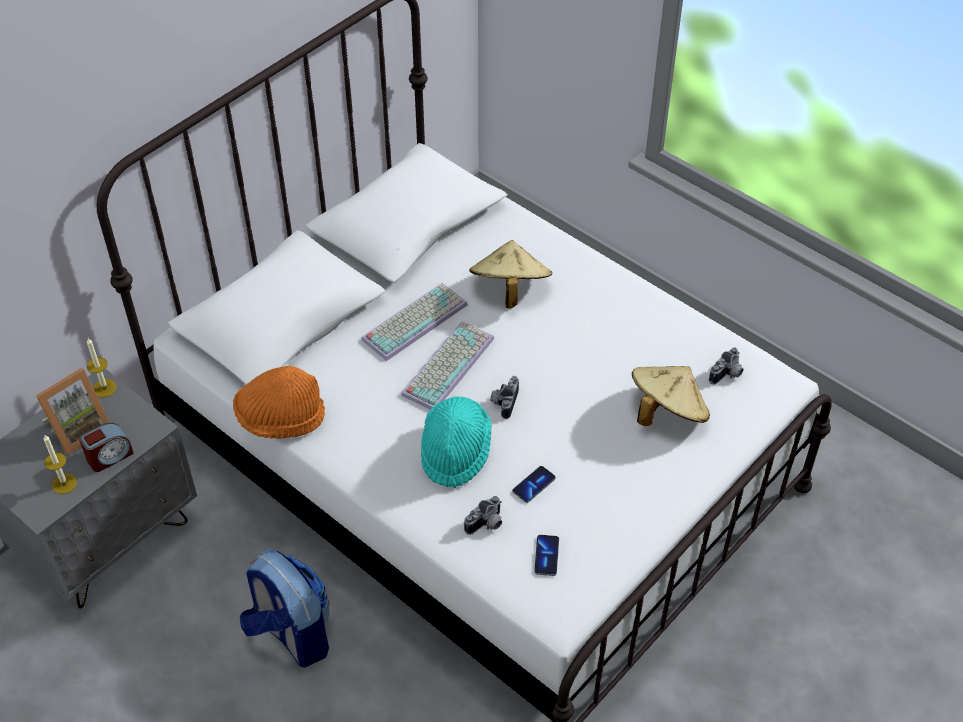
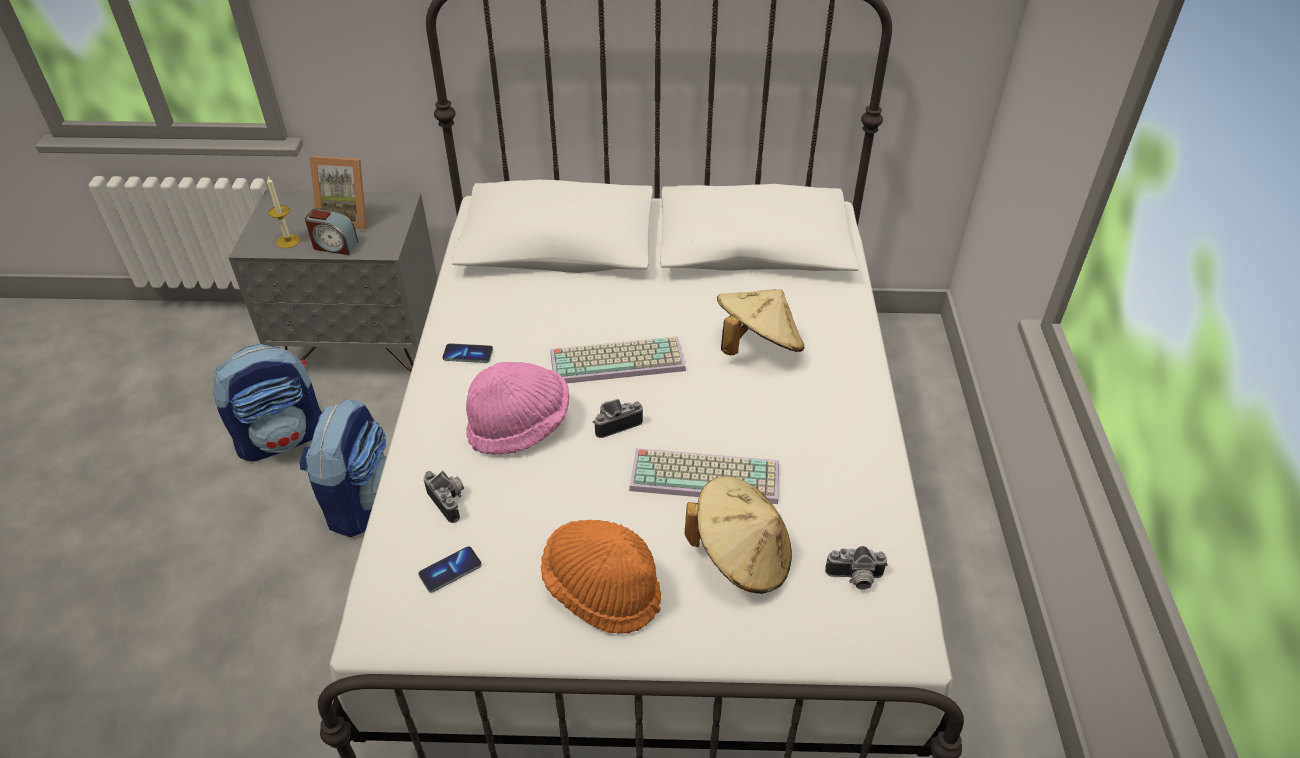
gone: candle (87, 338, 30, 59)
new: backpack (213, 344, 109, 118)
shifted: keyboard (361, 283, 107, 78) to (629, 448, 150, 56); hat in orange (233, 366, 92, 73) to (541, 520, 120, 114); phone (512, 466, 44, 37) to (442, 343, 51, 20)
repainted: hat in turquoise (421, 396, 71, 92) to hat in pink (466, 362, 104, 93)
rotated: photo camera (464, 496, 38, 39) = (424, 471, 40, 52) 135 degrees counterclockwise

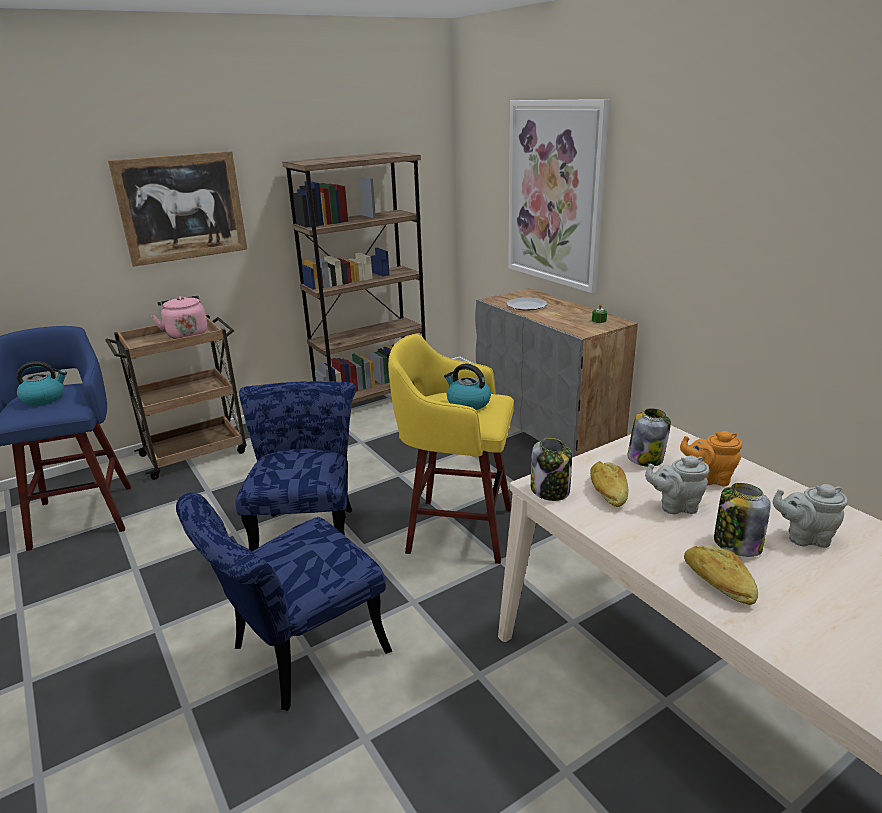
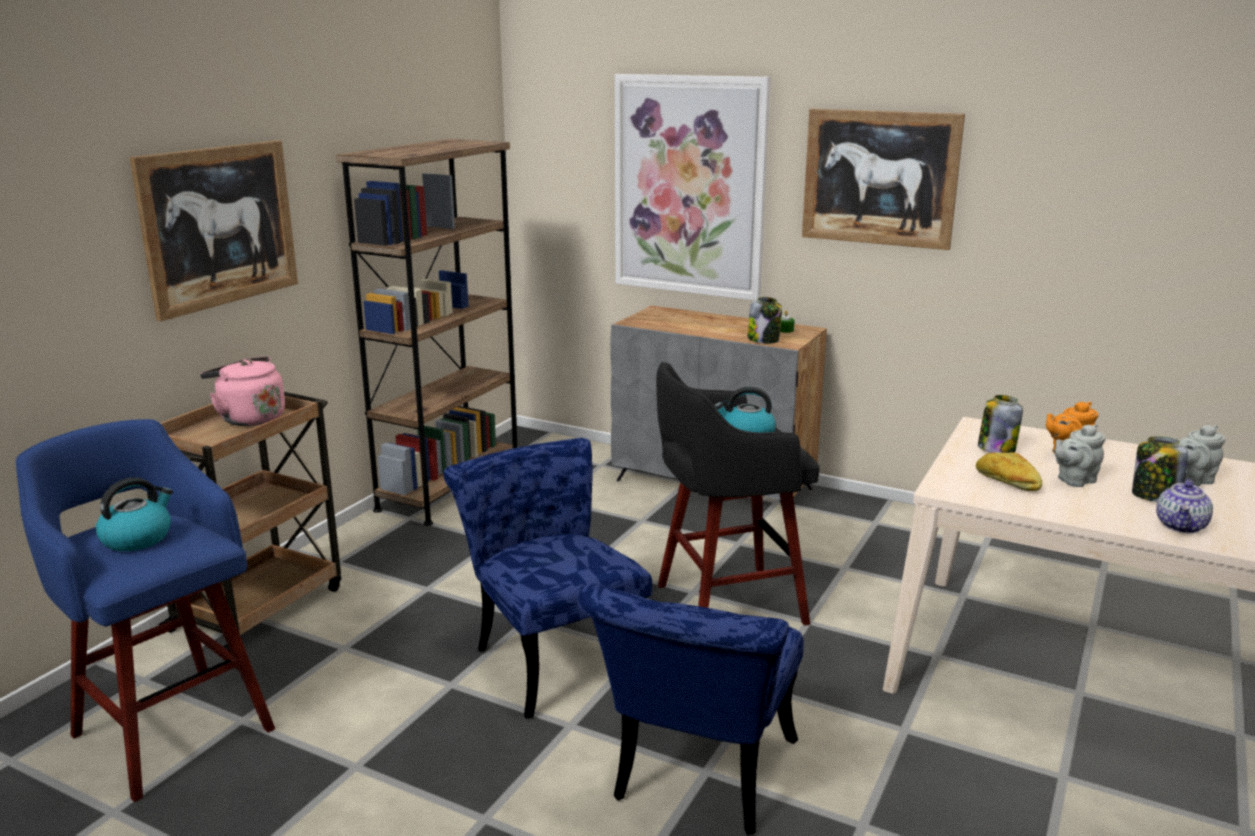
gone: plate (506, 297, 42, 14)
new: picture (802, 109, 163, 141)
shifted: jar (531, 438, 41, 63) to (747, 297, 35, 47)
swapped: bread (684, 545, 74, 60) to teapot (1156, 479, 57, 54)
repainted: stool in yellow (388, 334, 126, 230) to stool in black (656, 362, 164, 264)

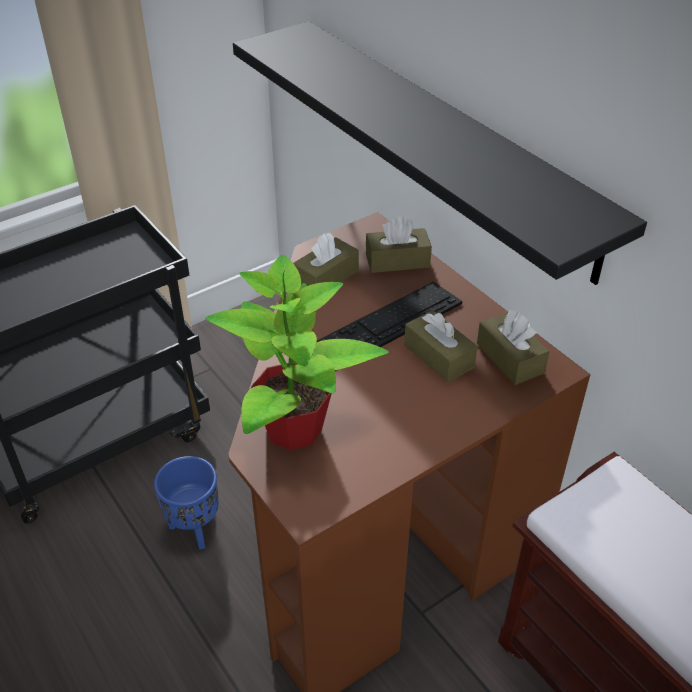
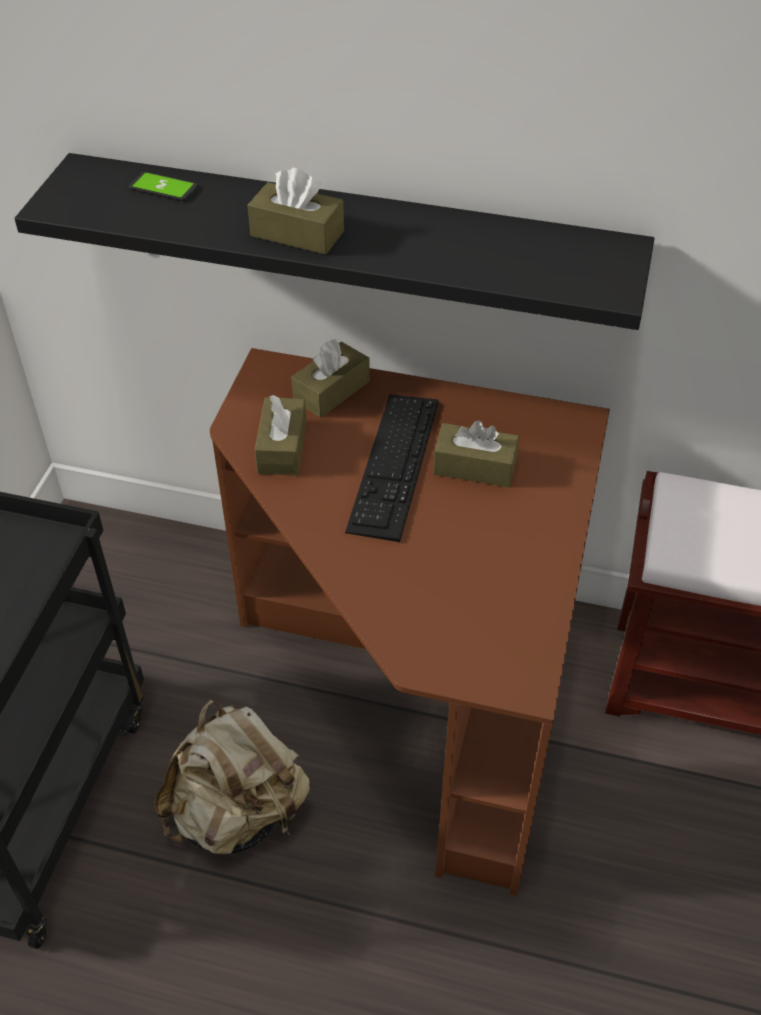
gone: potted plant (205, 255, 184, 195)
new: phone (129, 171, 69, 30)
shifted: tissue box in brown (477, 310, 73, 75) to (248, 168, 96, 87)
swapped: planter in blue (154, 456, 65, 94) to backpack in beige (154, 699, 156, 155)

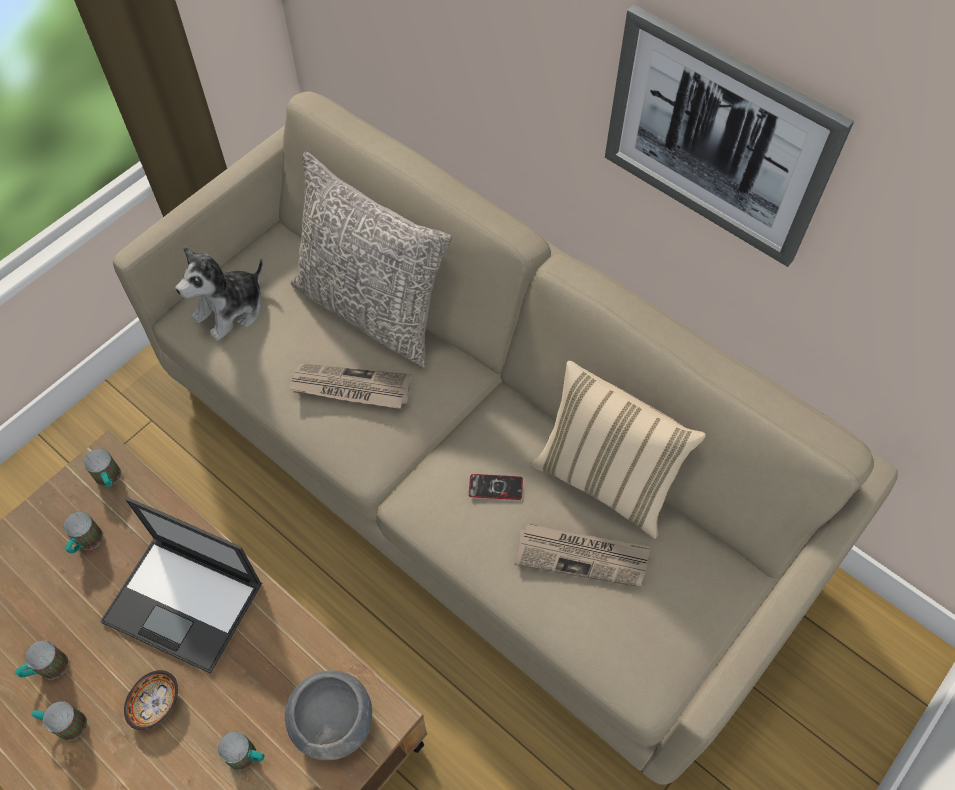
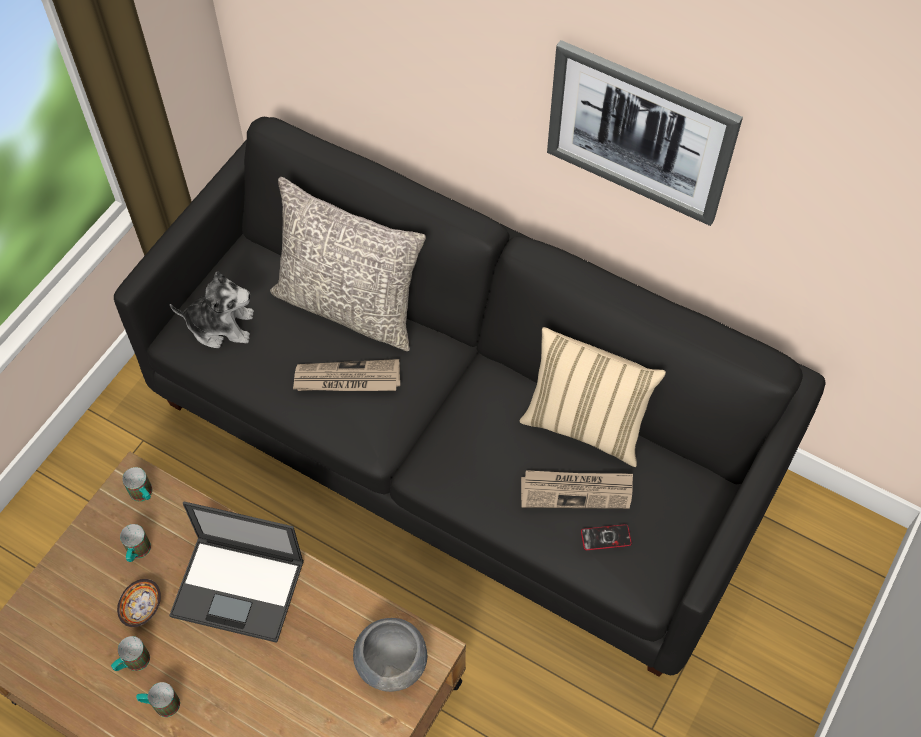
gone: mug (218, 731, 47, 39)
shifted: phone (469, 474, 54, 26) to (581, 524, 51, 26); bowl (124, 670, 54, 60) to (117, 579, 44, 48)
repainted: sofa in beige (113, 91, 785, 694) to sofa in black (114, 117, 712, 560)
rotated: plush toy (176, 247, 87, 94) = (170, 271, 84, 77) 120 degrees counterclockwise

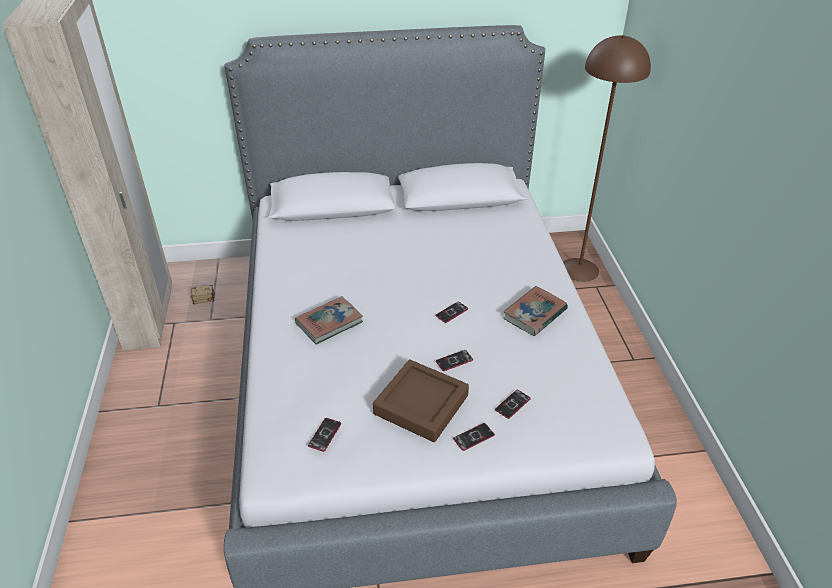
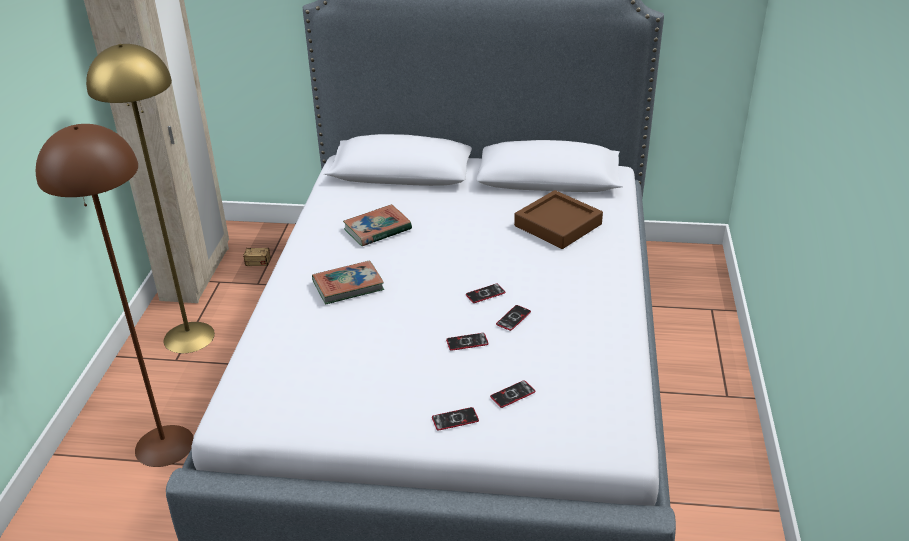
new: floor lamp in yellow (86, 44, 129, 309)
shifted: floor lamp in brown (563, 35, 88, 247) to (36, 124, 158, 343); book (503, 286, 65, 50) to (343, 204, 69, 42); tray in brown (373, 359, 96, 83) to (514, 190, 89, 59); phone (308, 418, 33, 34) to (496, 305, 35, 26)

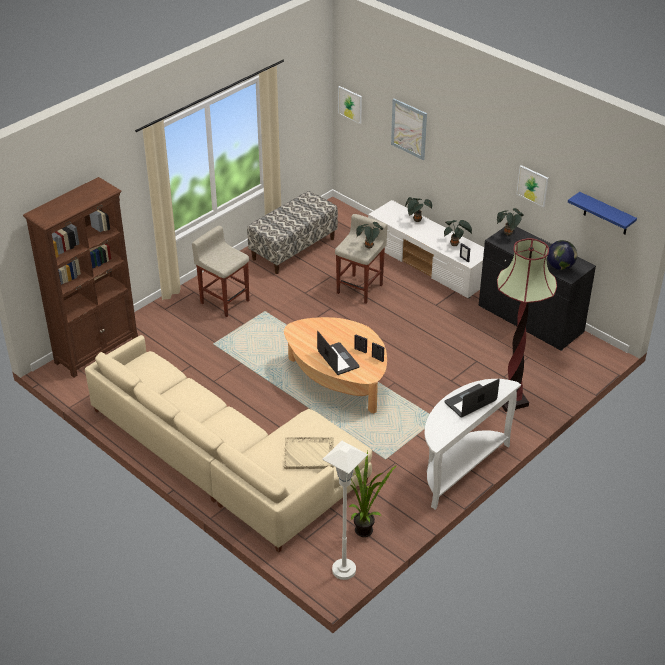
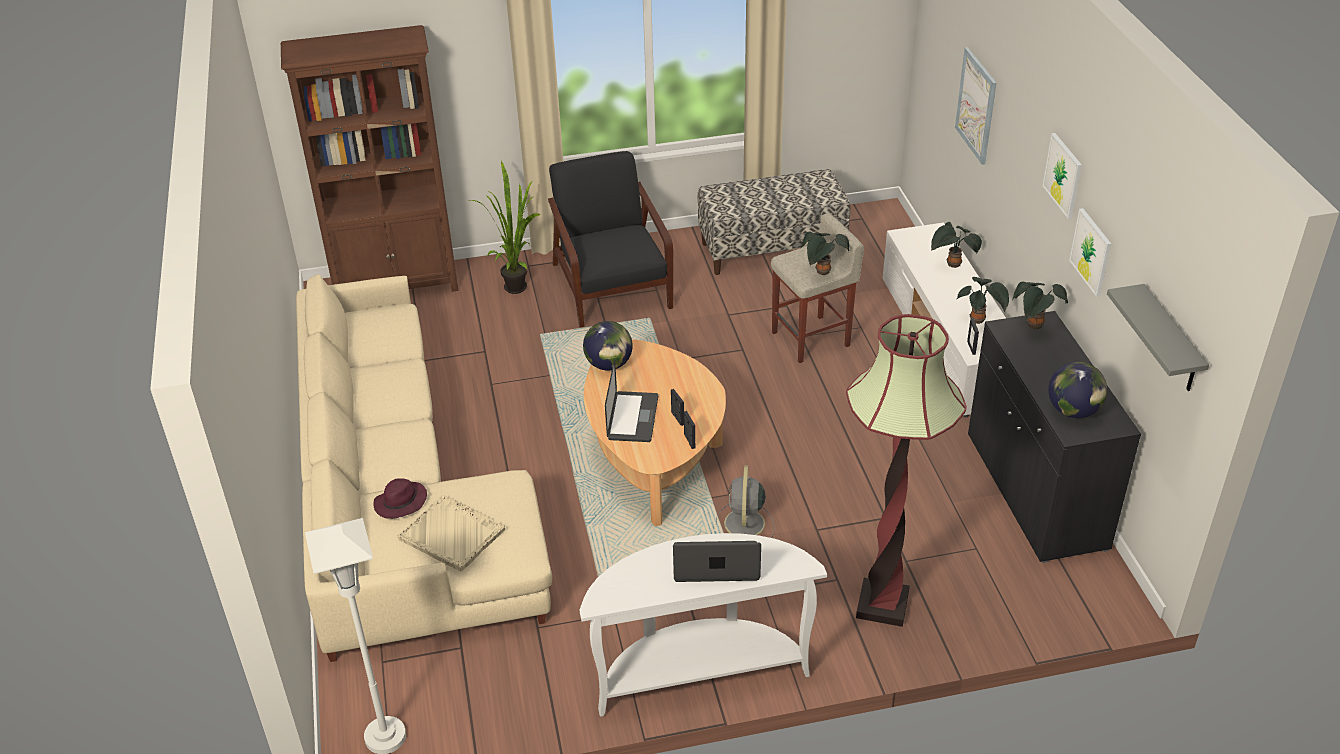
new: globe (583, 321, 50, 49); fan in grey (716, 465, 59, 73); hat in purple (374, 478, 53, 41)
shifted: picture (338, 86, 24, 38) to (1043, 133, 39, 86); potted plant (342, 451, 54, 86) to (470, 161, 70, 133)
swapped: stool in beige (192, 226, 57, 91) to armchair in black (548, 151, 125, 176)
repainted: shelf in blue (568, 192, 69, 43) to shelf in grey (1107, 284, 102, 107)

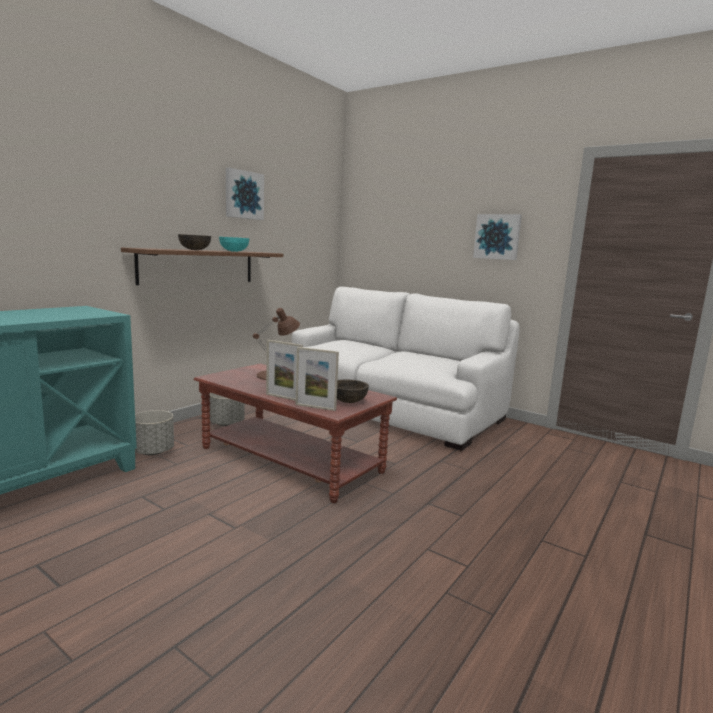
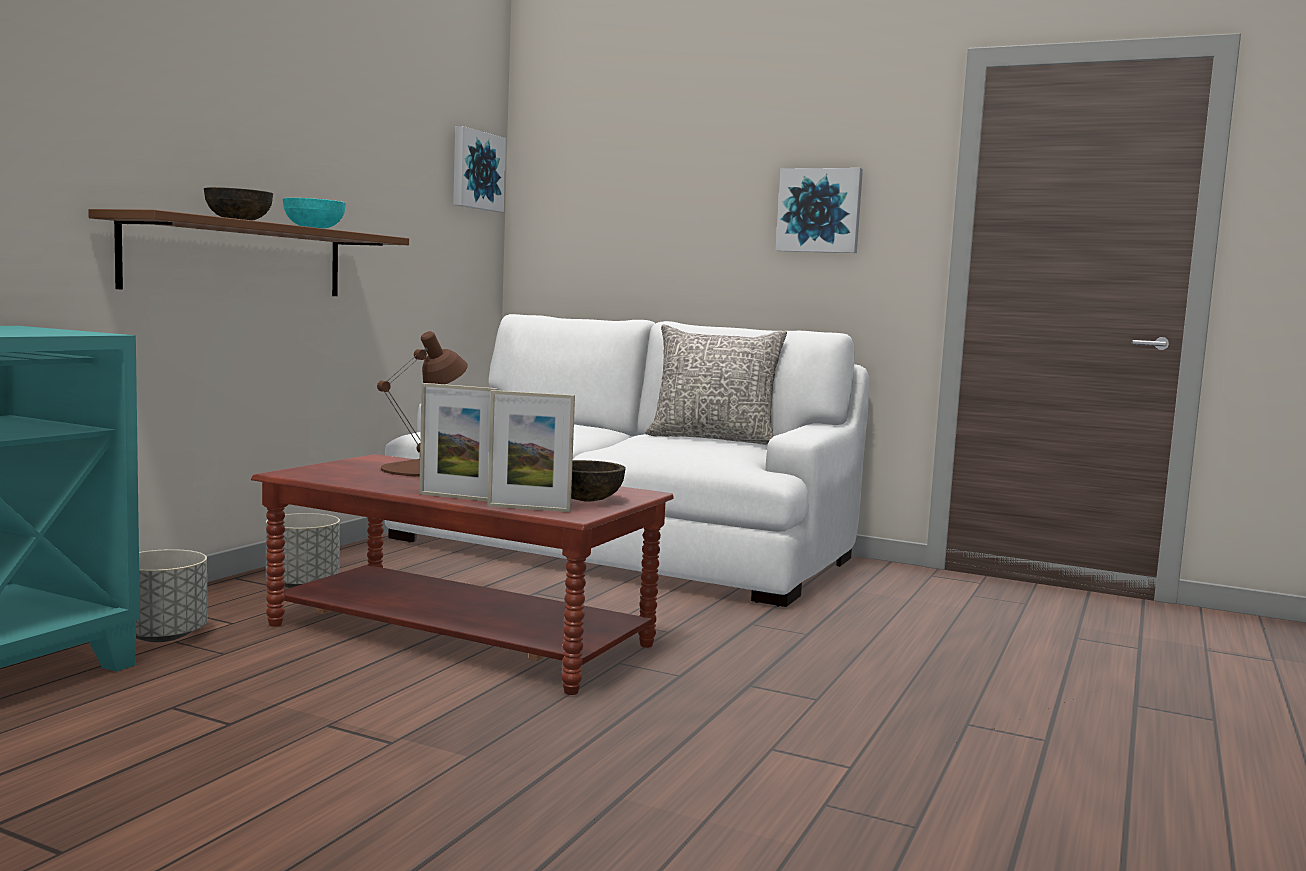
new: pillow in grey (645, 325, 142, 119)
shifted: picture (226, 168, 38, 52) to (453, 126, 53, 86)

